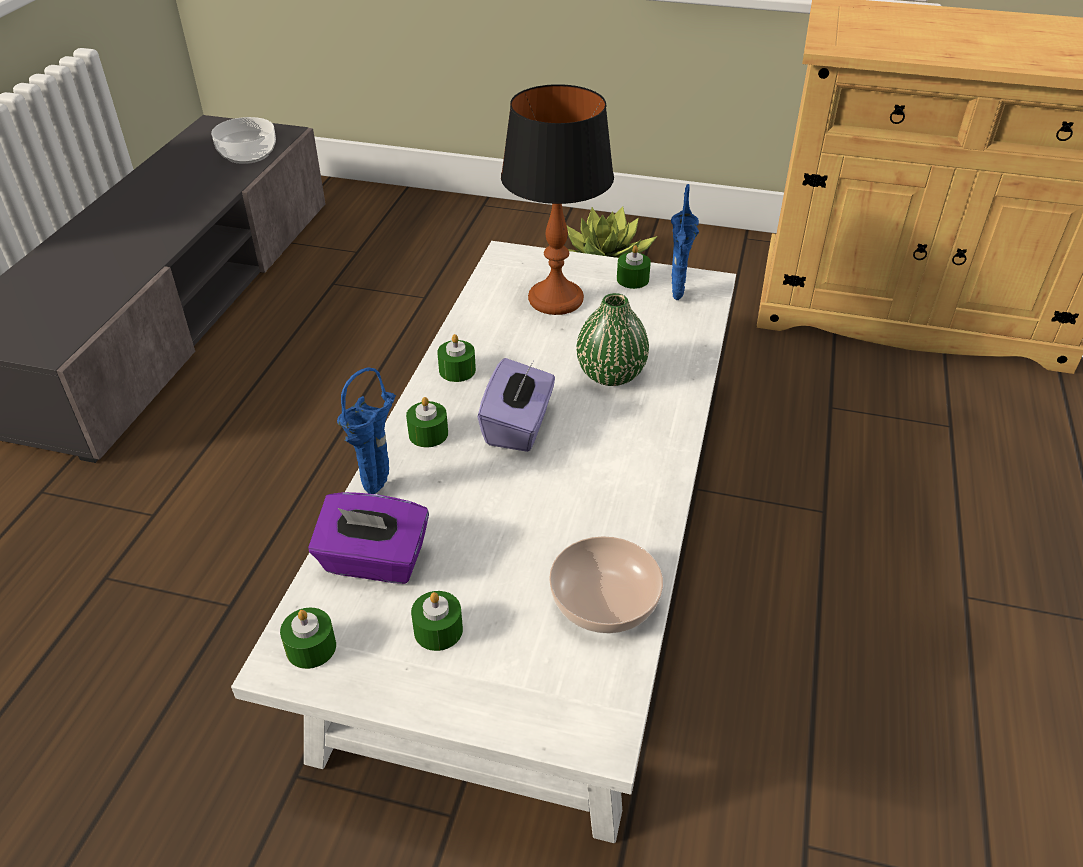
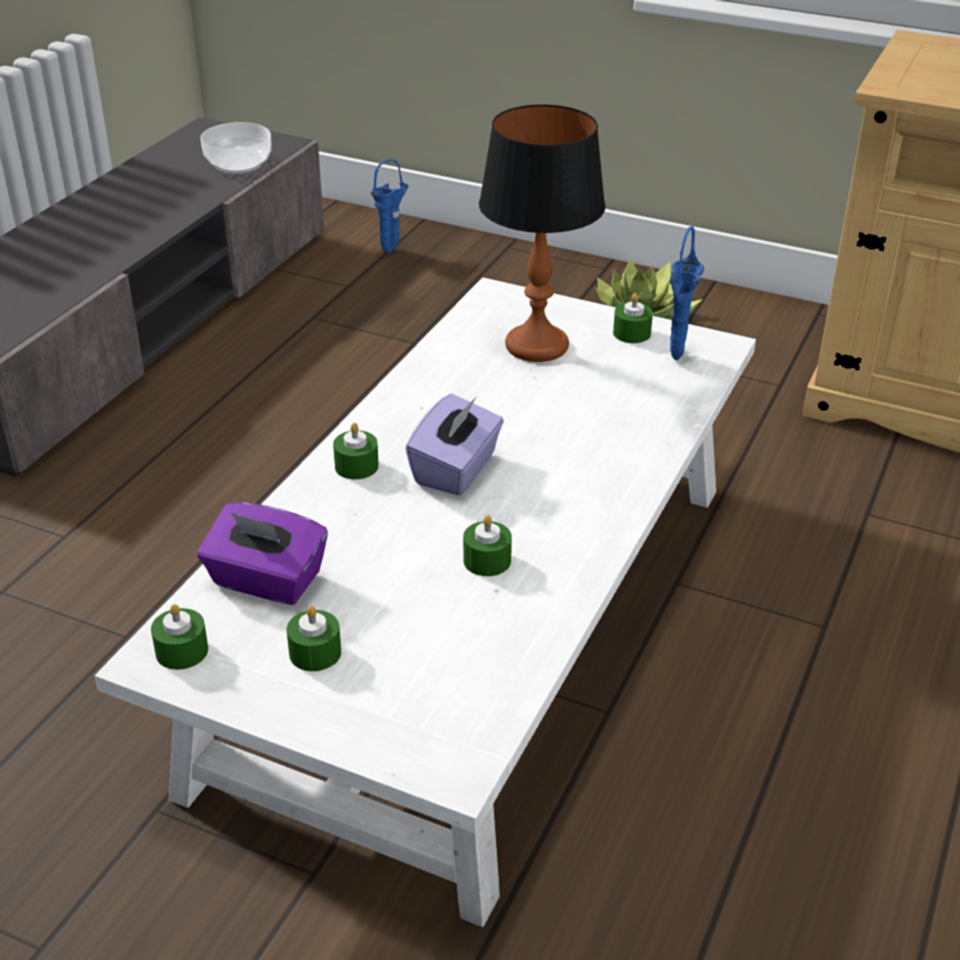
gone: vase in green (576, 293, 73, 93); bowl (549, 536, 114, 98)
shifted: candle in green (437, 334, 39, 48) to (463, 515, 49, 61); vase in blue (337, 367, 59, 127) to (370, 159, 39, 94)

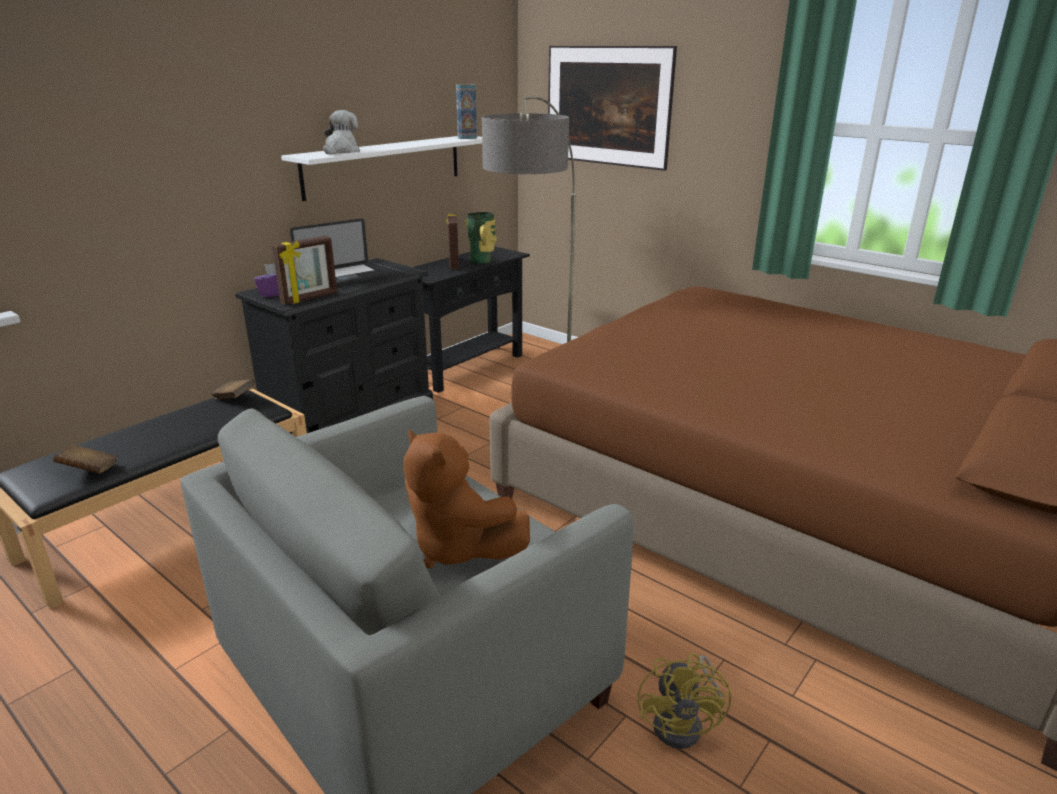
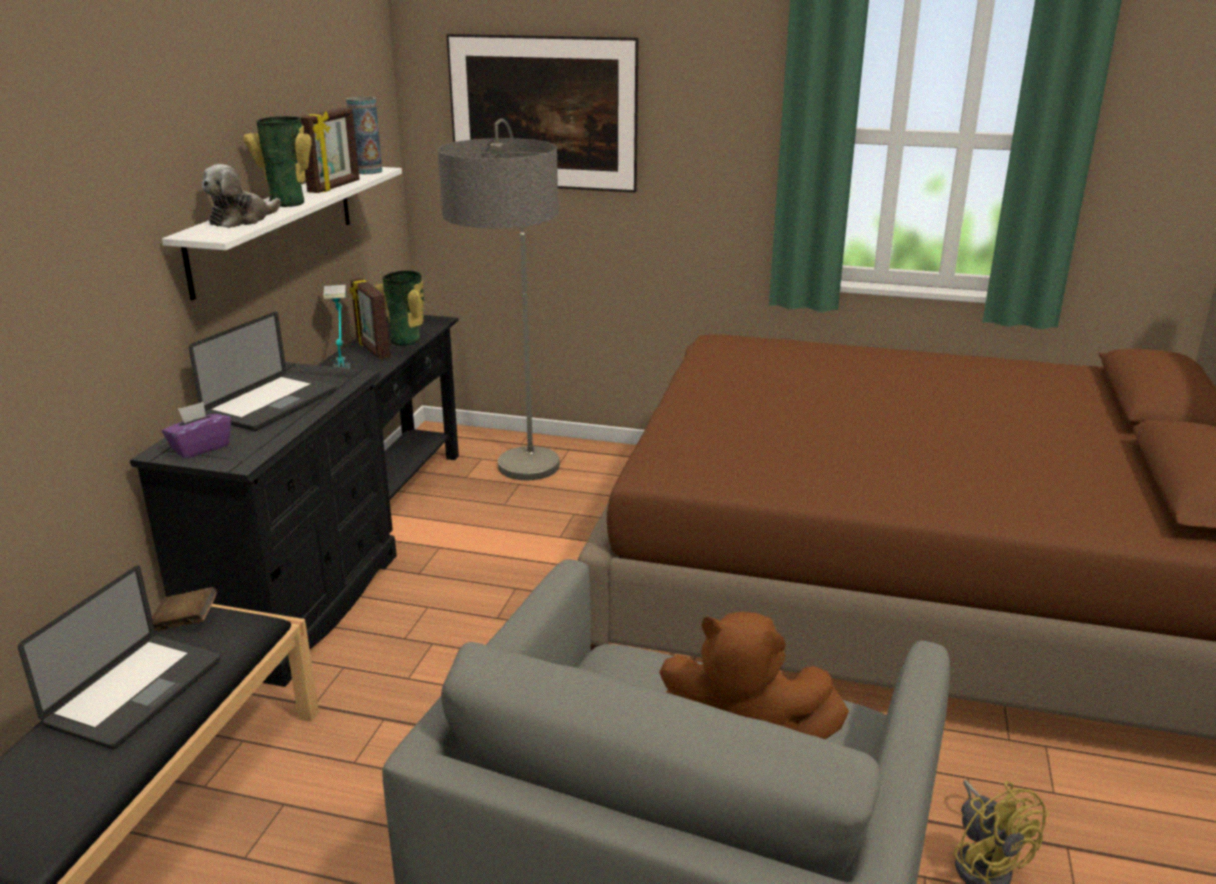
gone: book in brown (53, 444, 64, 30)
new: vase (243, 116, 68, 91); table lamp (323, 285, 27, 84); laptop (18, 566, 203, 183)
shifted: picture frame (272, 236, 65, 69) to (300, 108, 60, 85)
rotated: plush toy (323, 110, 37, 44) = (202, 164, 79, 64) 135 degrees counterclockwise

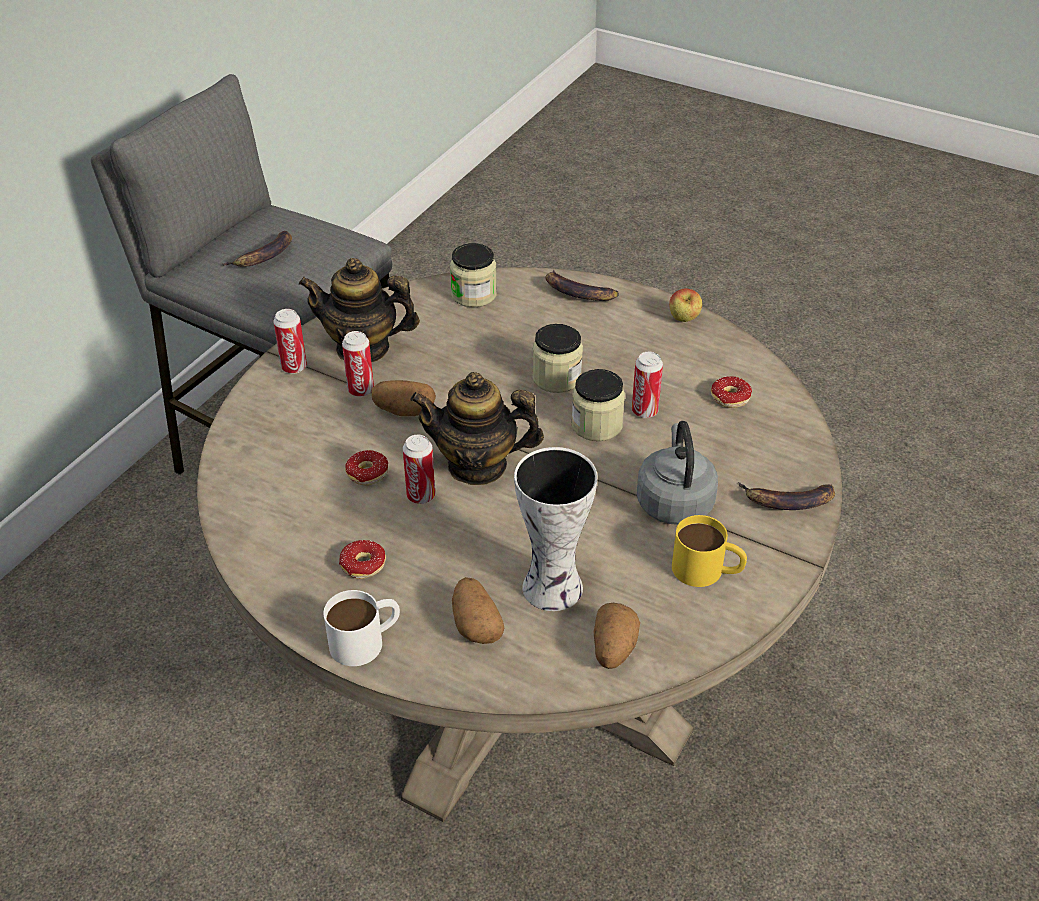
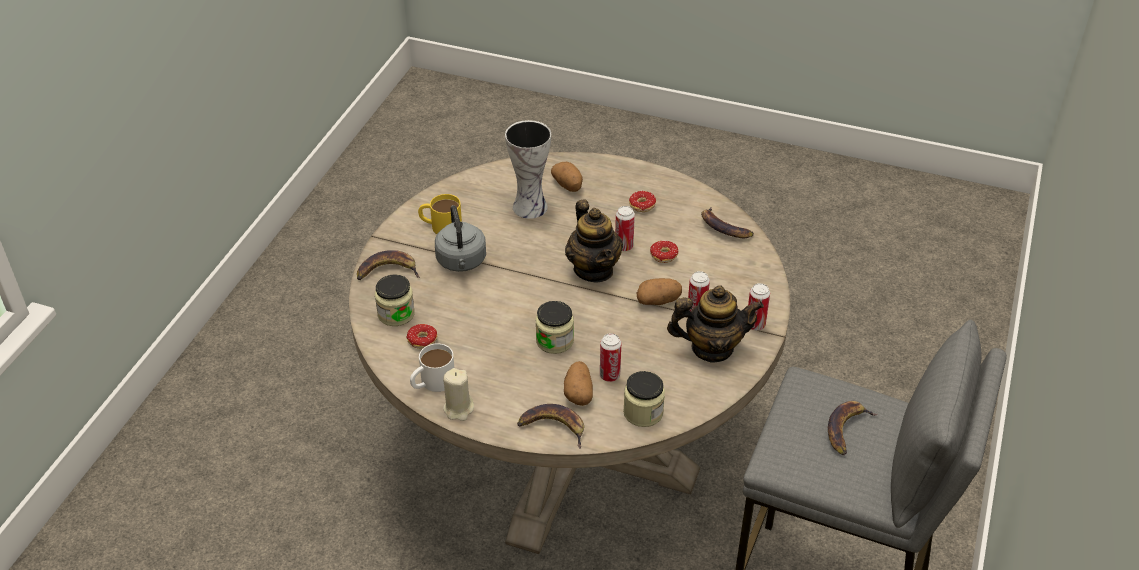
new: banana (701, 207, 53, 31)
shifted: can (632, 352, 31, 66) to (600, 333, 21, 49); jar (571, 369, 54, 72) to (375, 274, 40, 52); mug in white (323, 590, 77, 76) to (410, 343, 44, 49); potato (594, 603, 46, 66) to (564, 361, 29, 45)
swapped: apple (669, 288, 33, 34) to candle in beige (443, 368, 31, 53)
rotated: teapot (410, 372, 134, 113) = (565, 199, 58, 83) 75 degrees clockwise

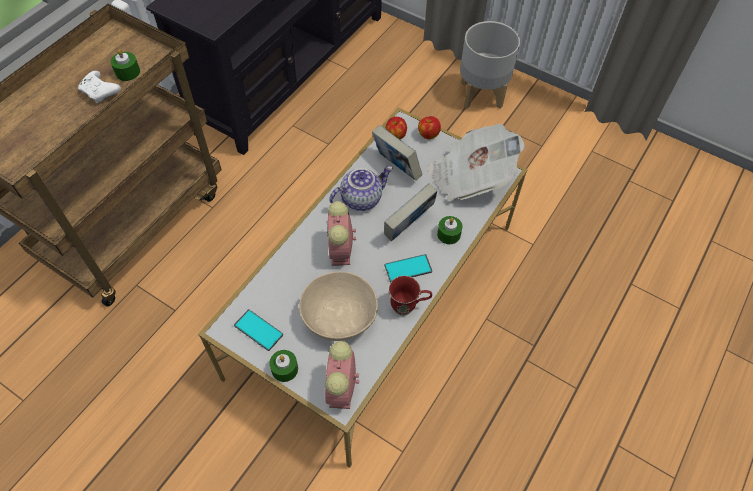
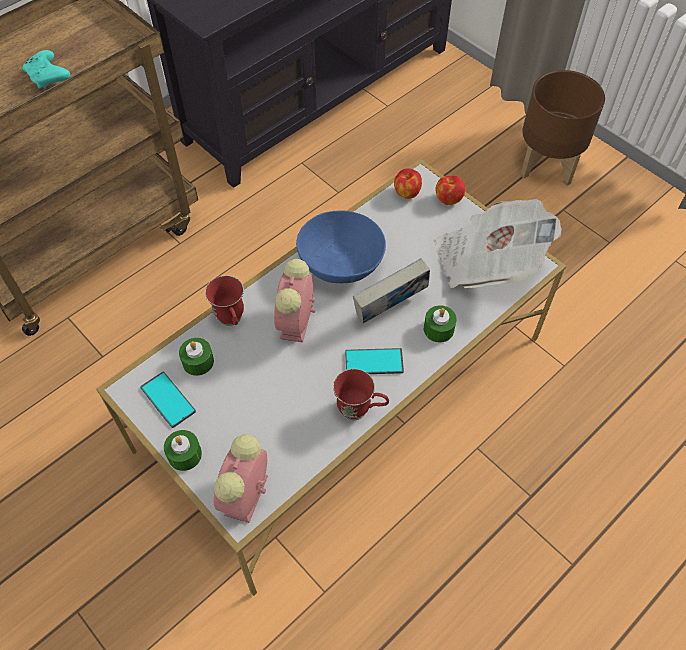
gone: book (372, 125, 50, 56); bowl in beige (299, 272, 79, 69)
new: mug in red (205, 275, 39, 51)
shifted: candle in green (111, 49, 29, 32) to (179, 338, 35, 38)
swapped: teapot (329, 166, 64, 45) to bowl in blue (296, 210, 90, 73)
repainted: planter in grey (460, 21, 60, 88) to planter in brown (520, 70, 85, 116); game controller in white (78, 71, 43, 32) to game controller in turquoise (22, 50, 48, 39)

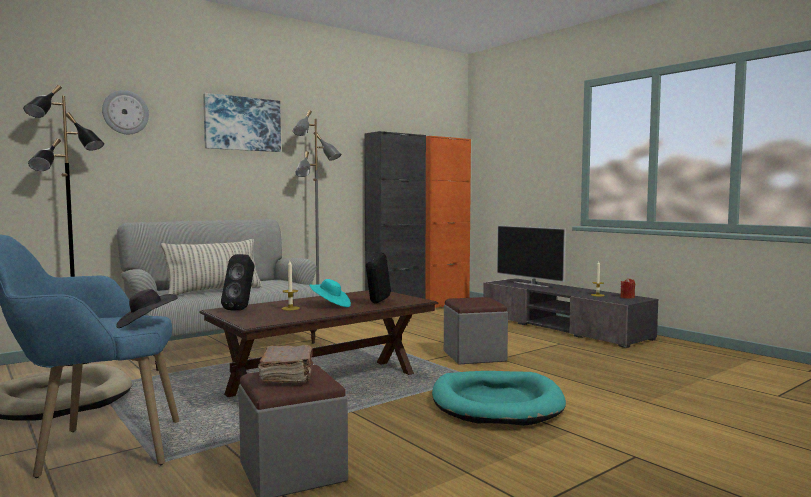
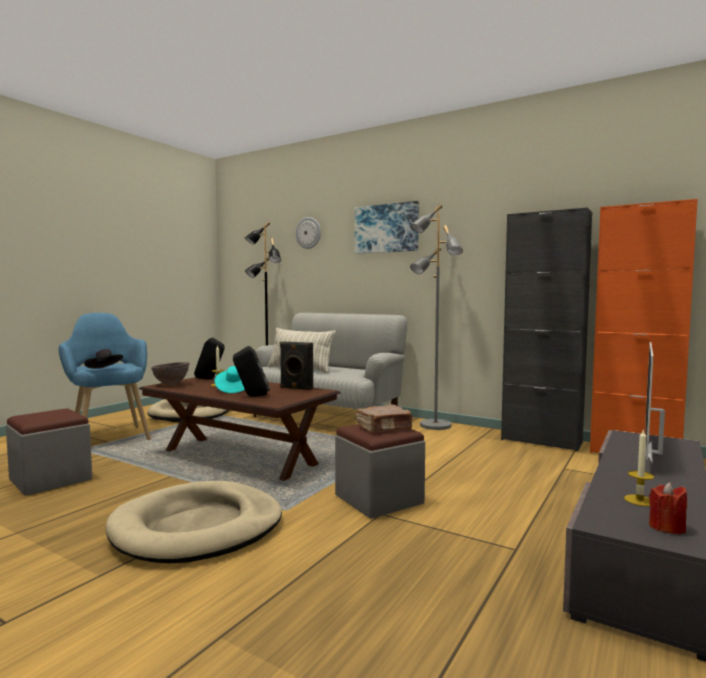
new: speaker in black (280, 342, 33, 48); bowl in brown (151, 362, 39, 23)
shifted: book in brown (258, 345, 55, 38) to (356, 404, 57, 28)
repainted: dog bed in turquoise (432, 371, 134, 55) to dog bed in beige (106, 481, 176, 83)

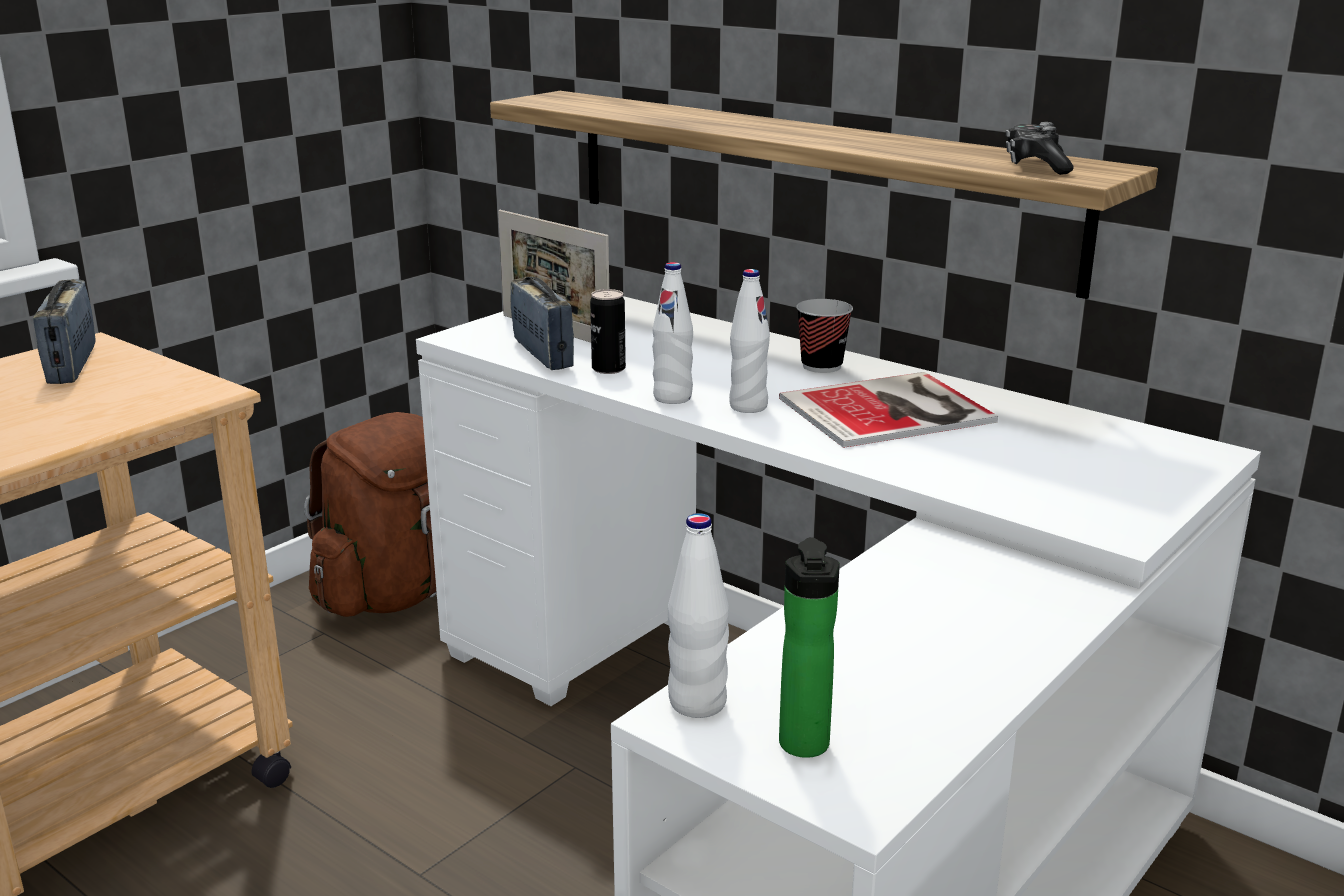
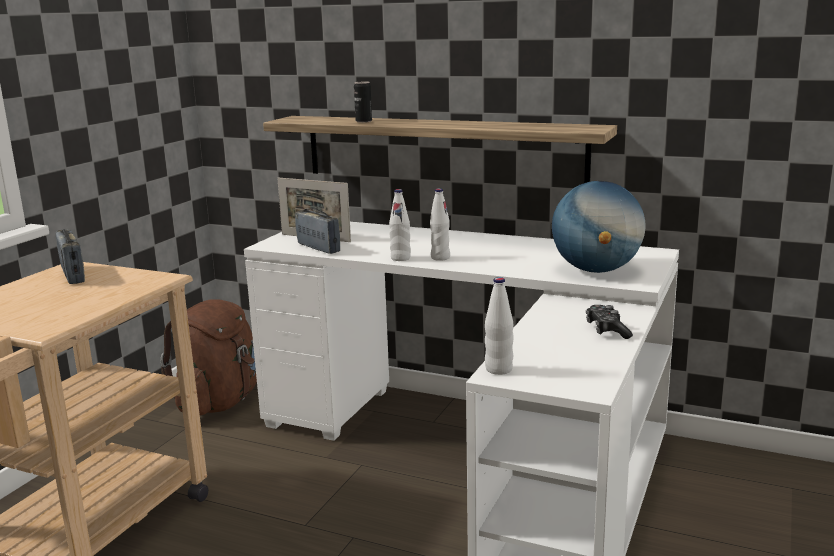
gone: cup (796, 299, 57, 74); book (779, 372, 219, 76); bottle (779, 537, 61, 221)
new: globe (552, 181, 93, 92)
shifted: game controller (1006, 122, 68, 53) to (586, 305, 47, 34); can (590, 289, 36, 85) to (354, 82, 18, 41)

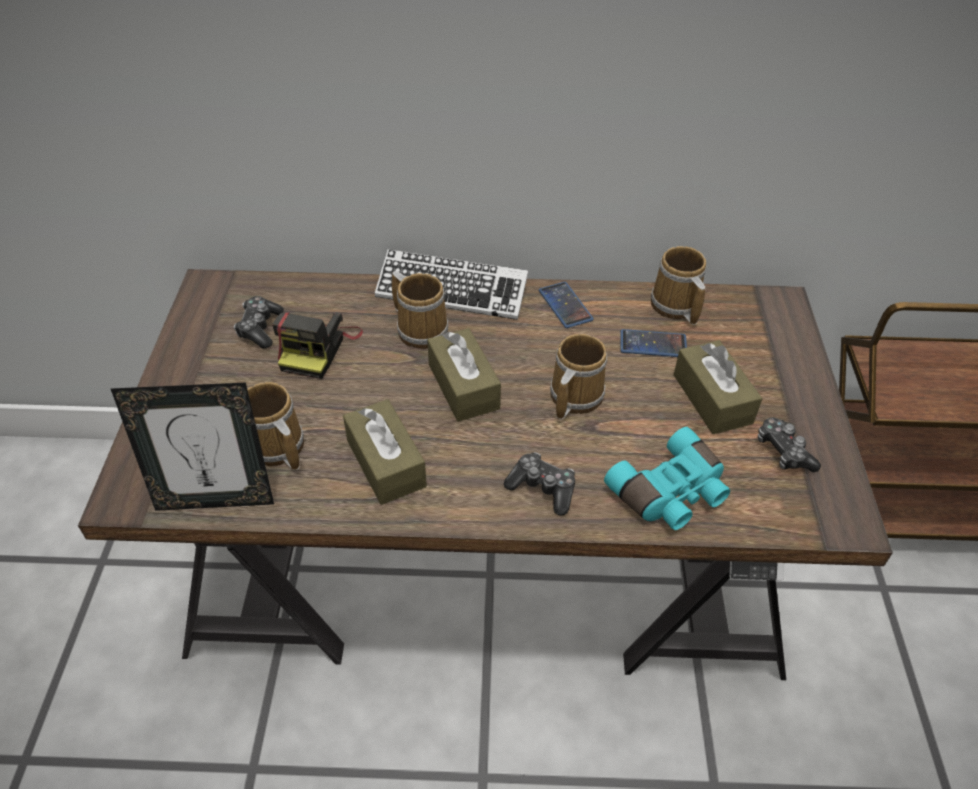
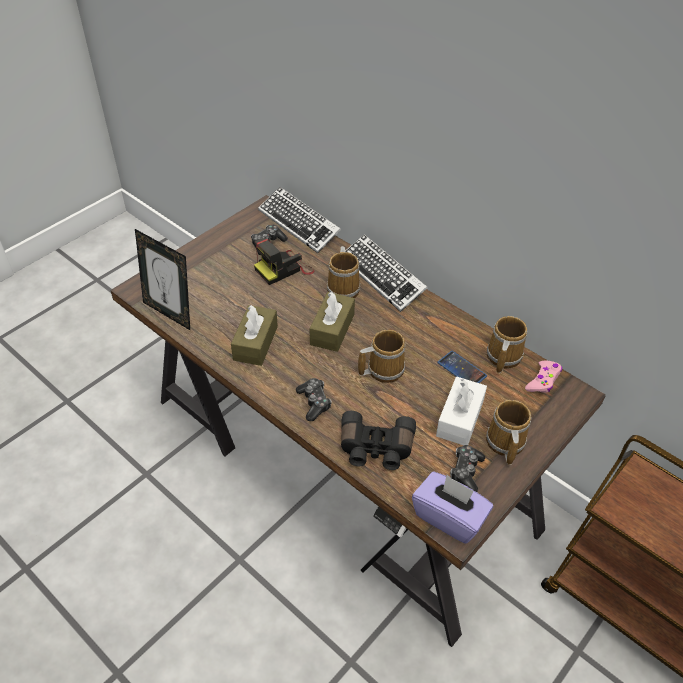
gone: phone (539, 282, 55, 46)
new: keyboard (258, 187, 83, 66); game controller in pink (525, 360, 37, 33); tissue box in purple (412, 472, 81, 72)
shifted: mug (247, 382, 57, 88) to (486, 400, 45, 65)
repainted: tissue box in brown (674, 340, 89, 94) to tissue box in white (436, 377, 51, 68); binoculars in turquoise (604, 427, 126, 103) to binoculars in black (341, 411, 75, 59)

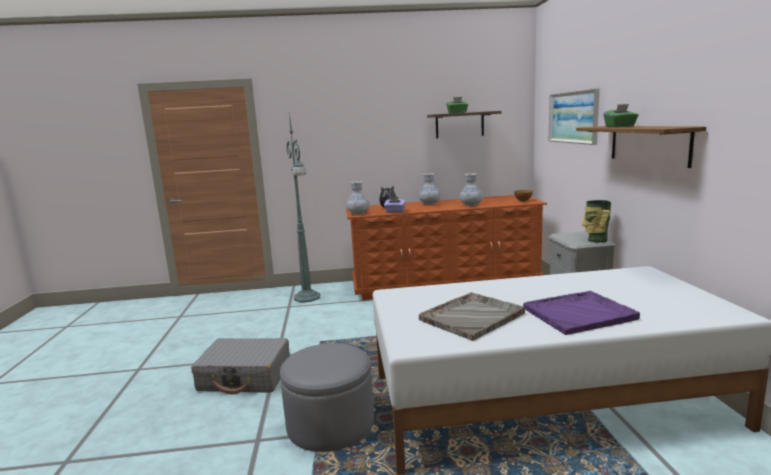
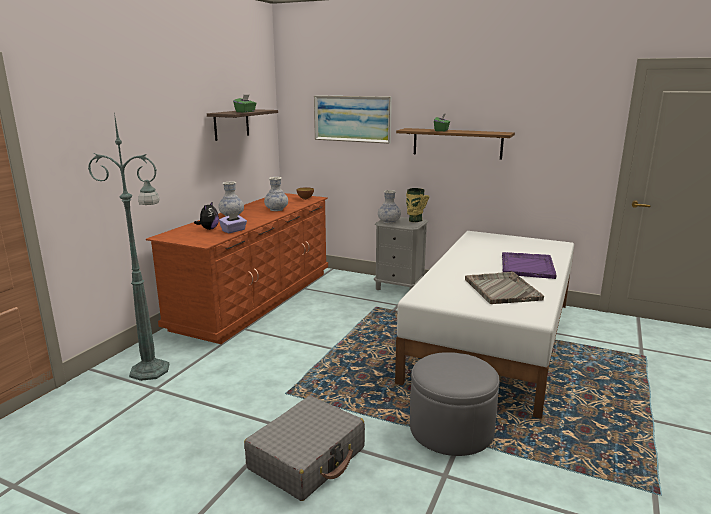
shifted: vase (346, 181, 24, 34) to (378, 190, 23, 34)

